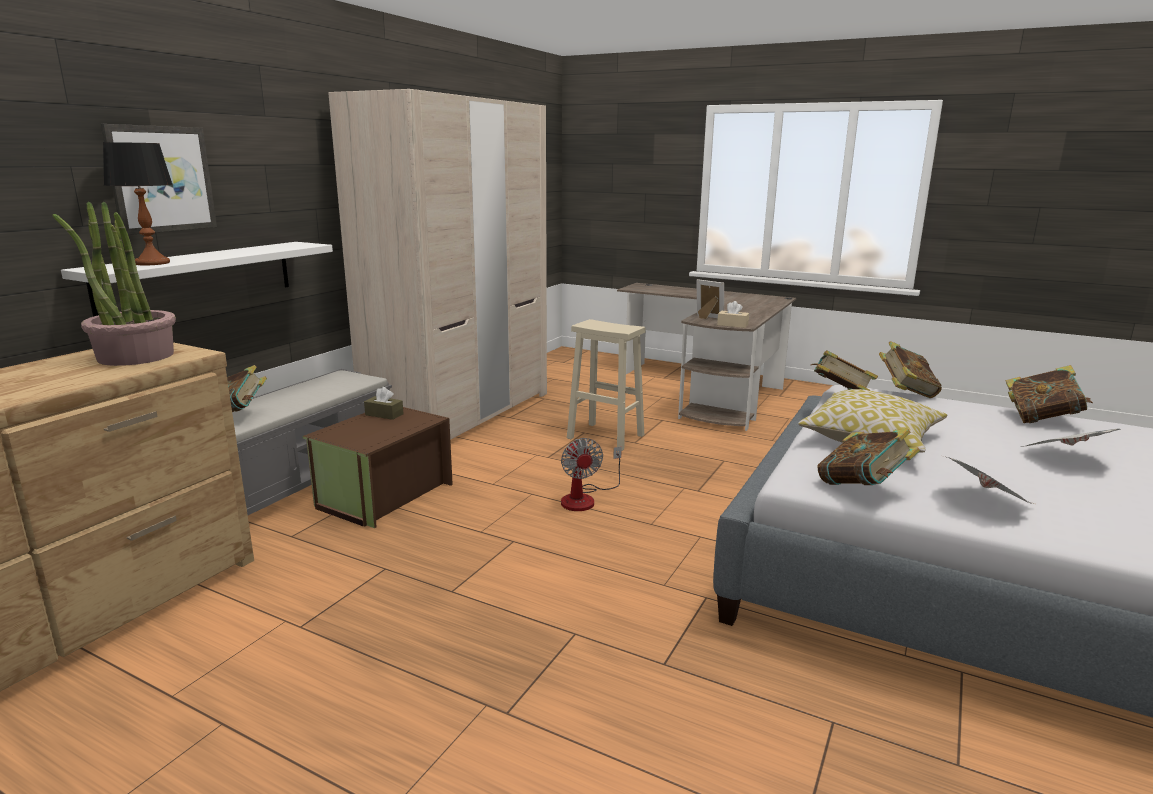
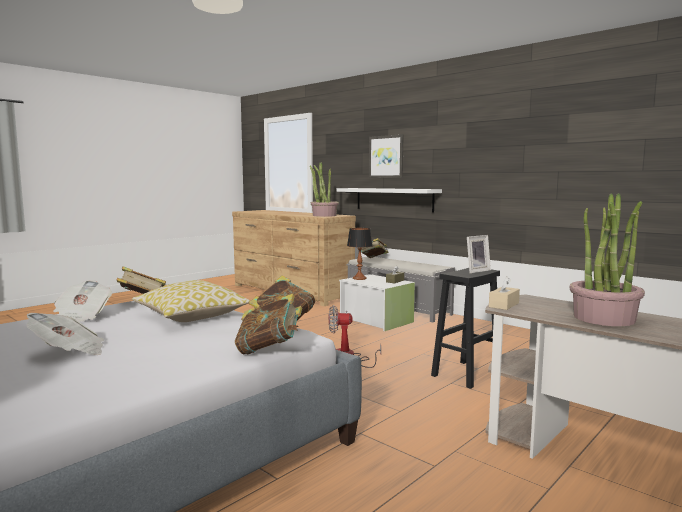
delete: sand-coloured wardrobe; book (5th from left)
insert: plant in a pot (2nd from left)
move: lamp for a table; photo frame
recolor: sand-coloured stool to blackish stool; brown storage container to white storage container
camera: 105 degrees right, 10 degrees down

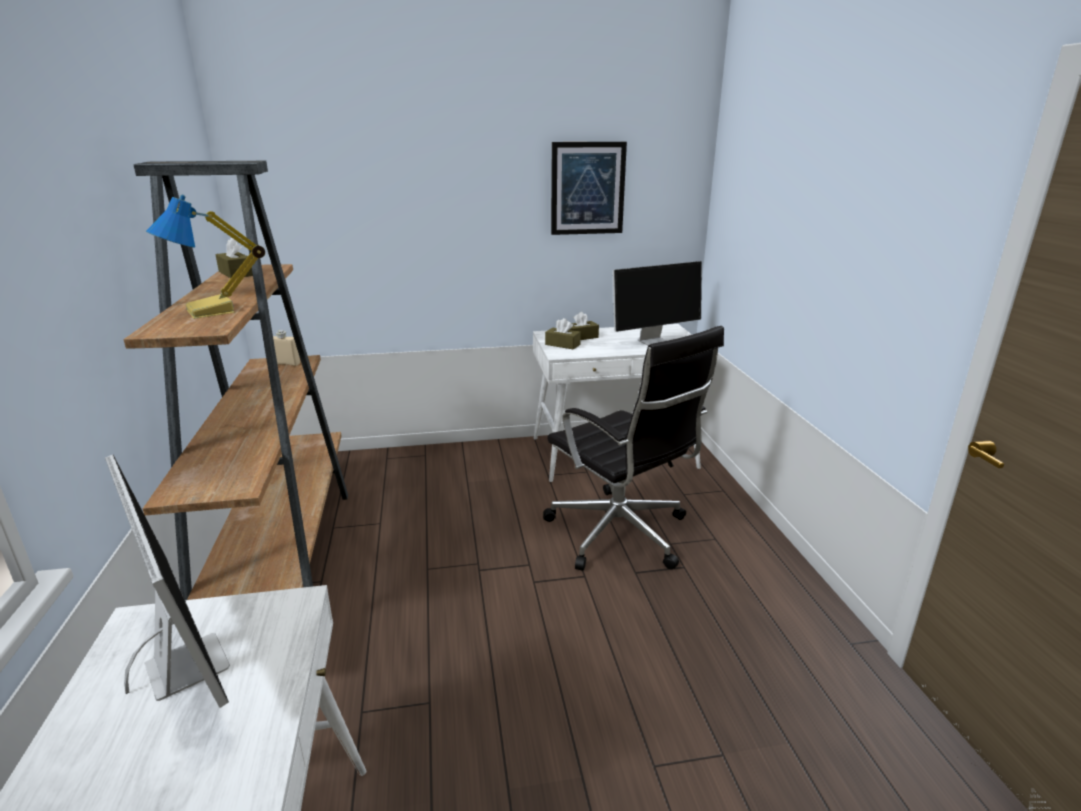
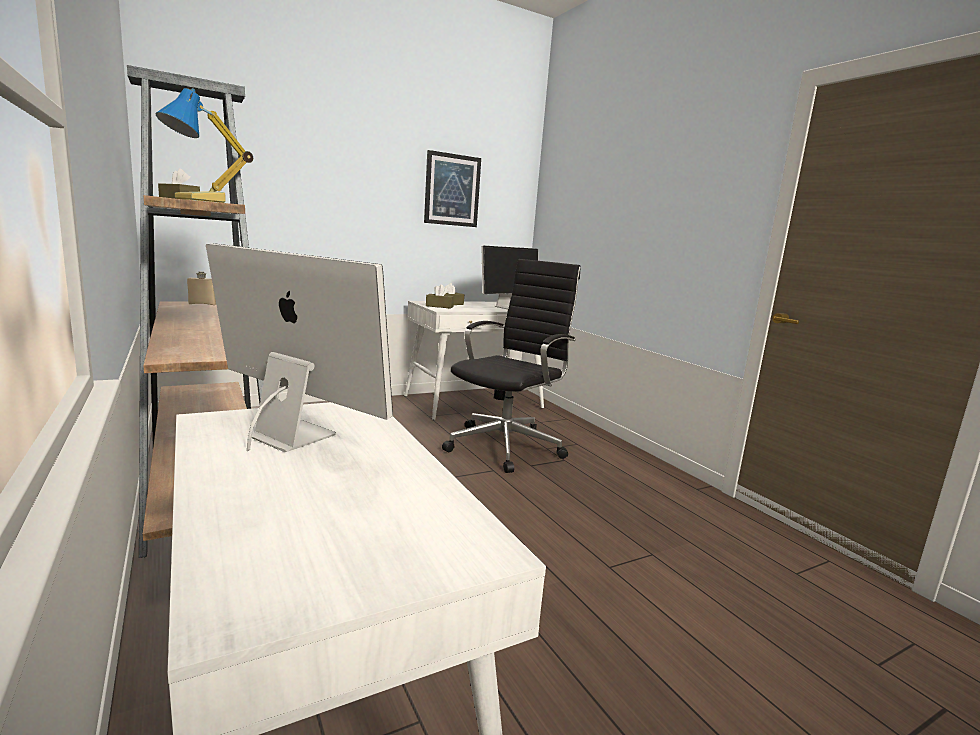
rotate: blackish office chair 90 degrees counterclockwise
camera: 20 degrees left, 10 degrees down

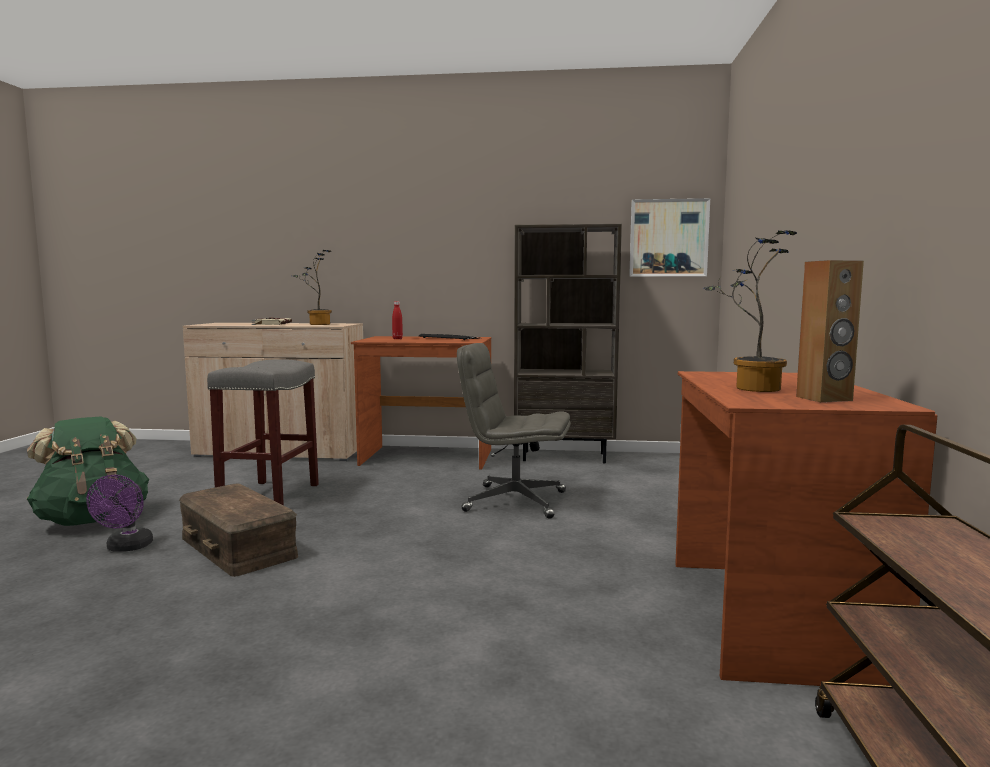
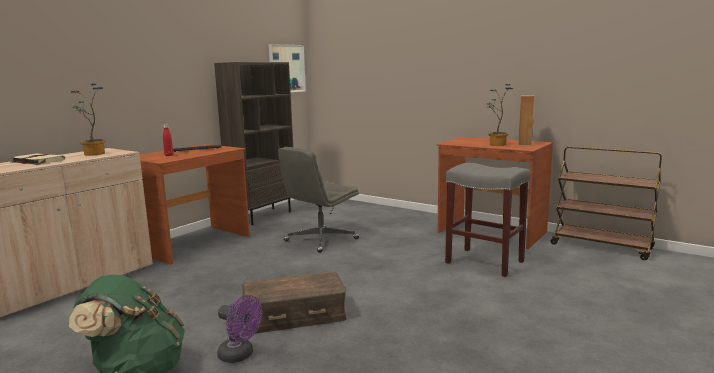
move: grey stool
camera: 60 degrees left, 5 degrees up

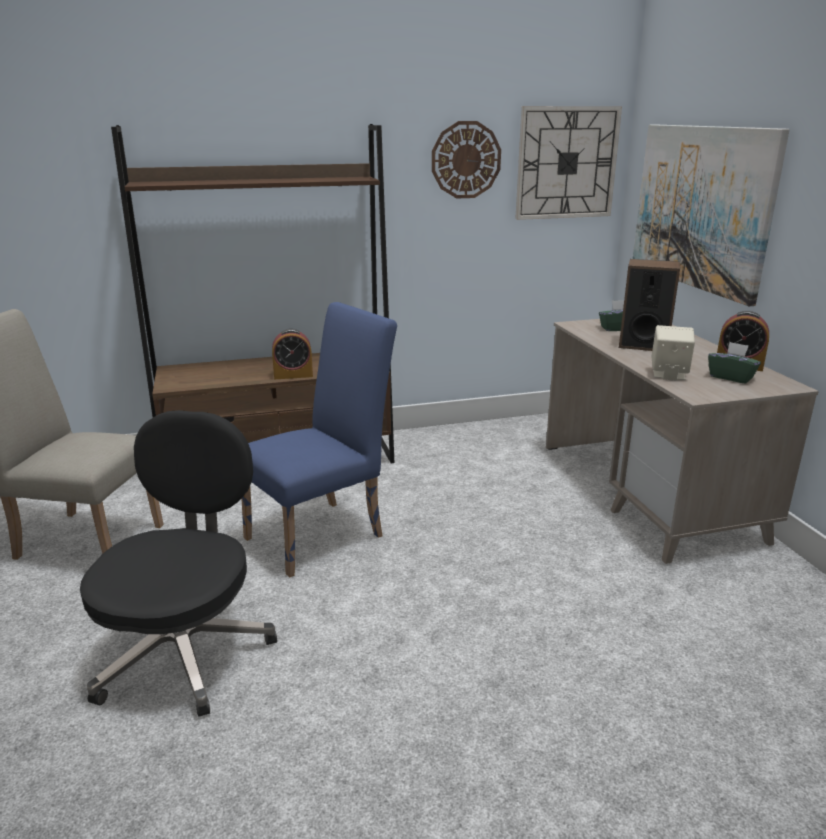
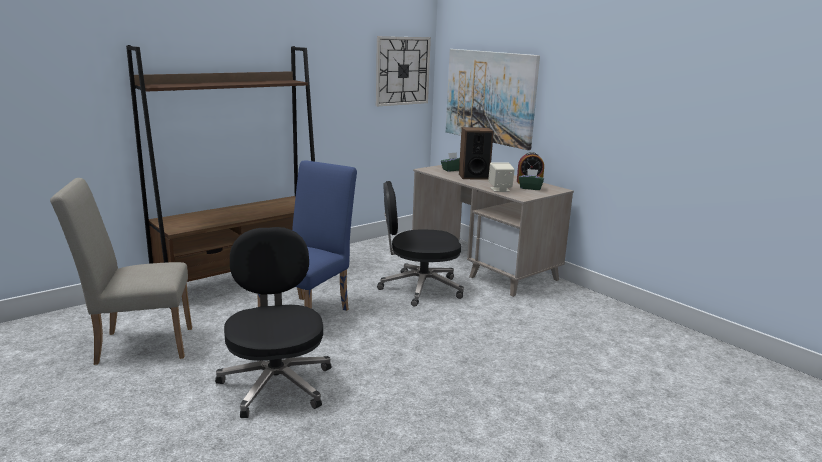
delete: wall clock (1st from left); alarm clock (1st from left)
insert: blackish office chair (2nd from left)
camera: 25 degrees left, 5 degrees down

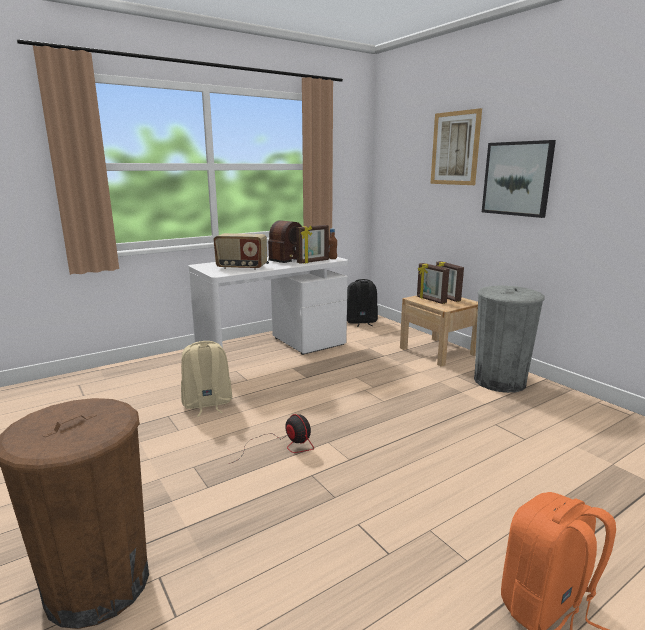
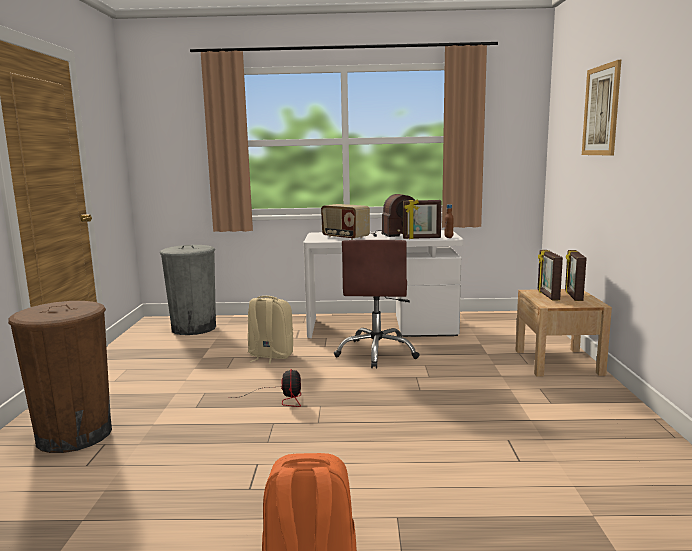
delete: wall art (2nd from left); blackish rucksack
insert: brown office chair
move: grey rubbish bin
camera: 35 degrees right, 5 degrees down

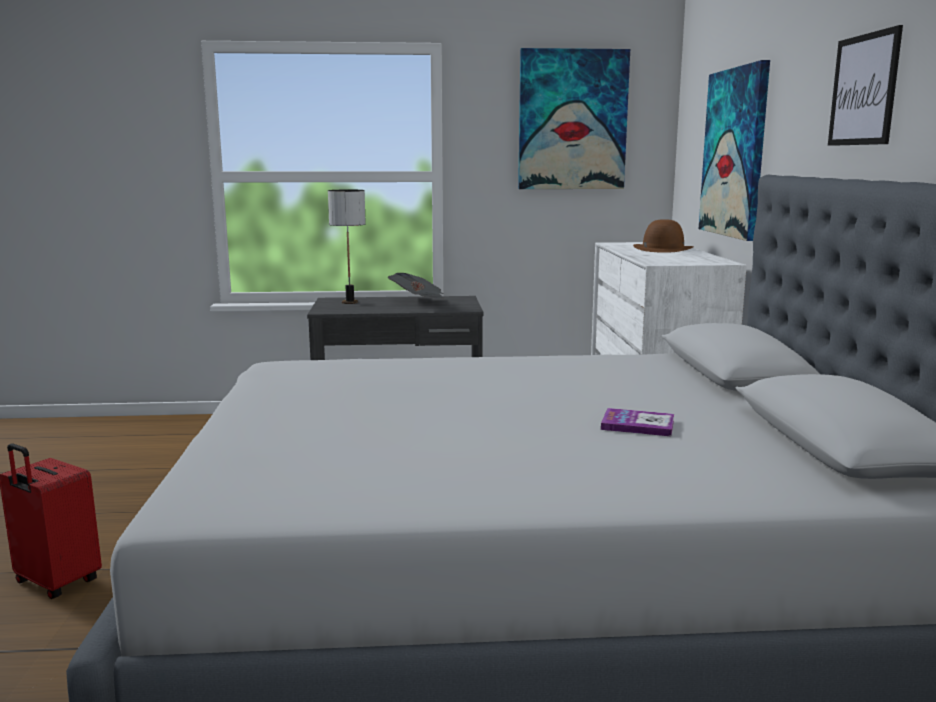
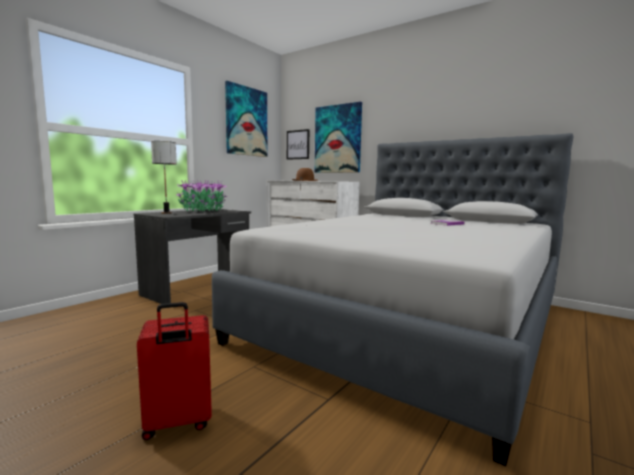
move: wall art (3rd from left in the first image) to wall art (2nd from left)
replace: printed paper to plant in a pot
camera: 50 degrees left, 5 degrees down

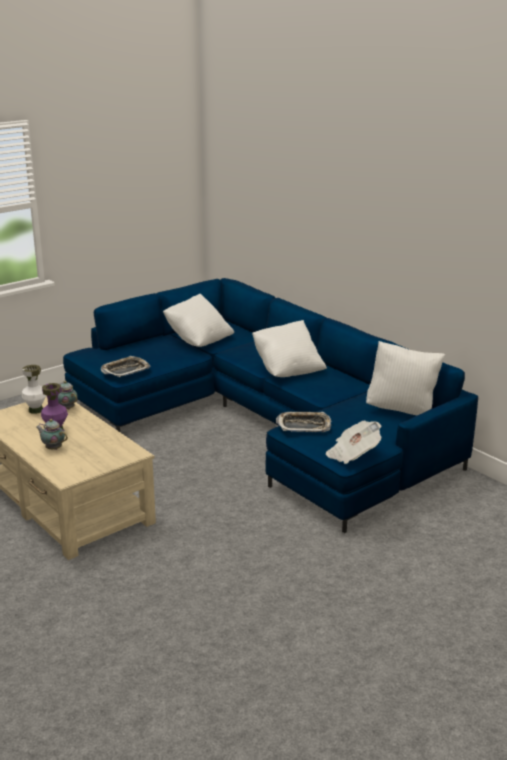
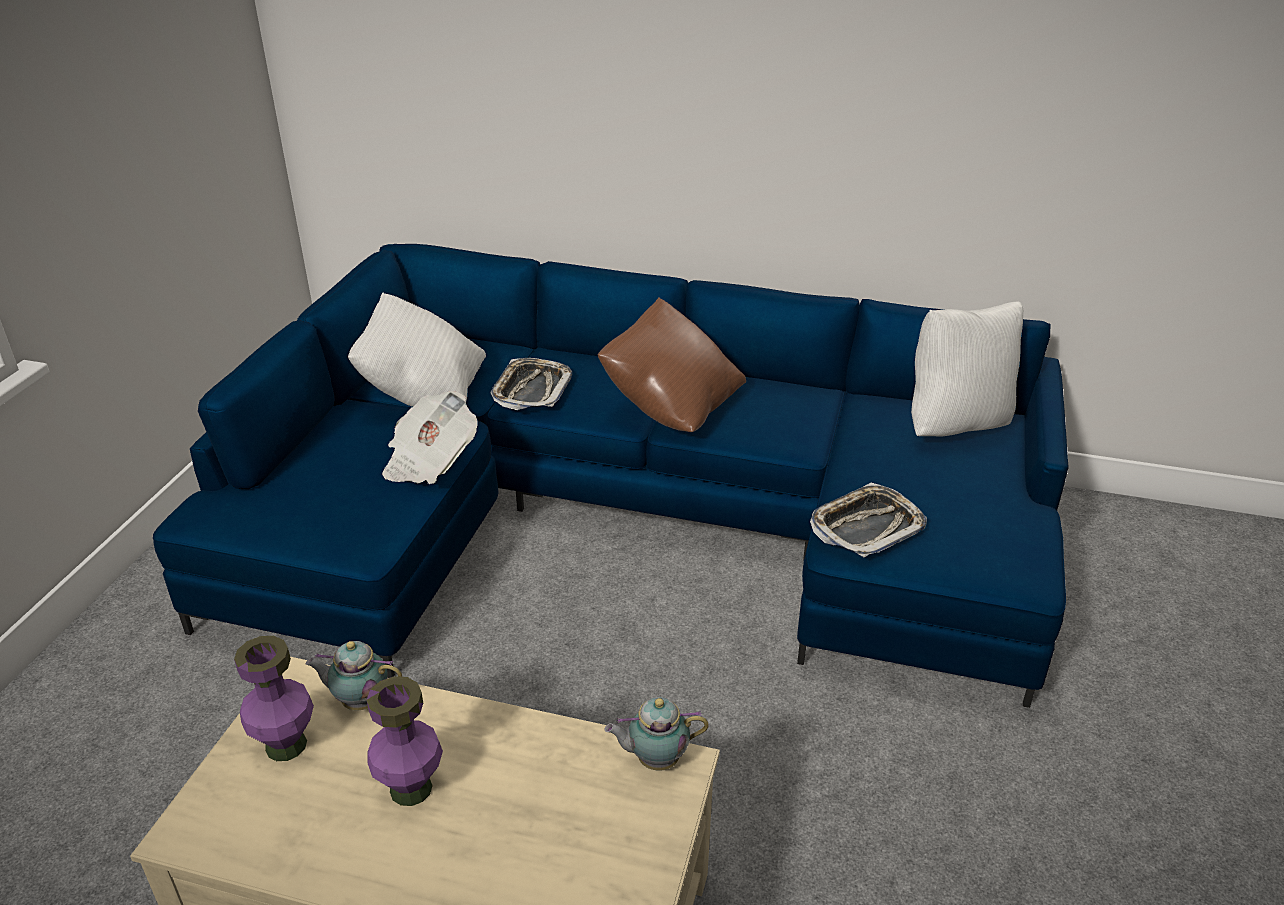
move: carrying tray (1st from left); teapot (1st from left in the first image) to teapot (2nd from left); printed paper
recolor: white pillow (2nd from left) to brown pillow; white vase to purple-coloured vase (1st from left)
camera: 35 degrees left, 10 degrees up

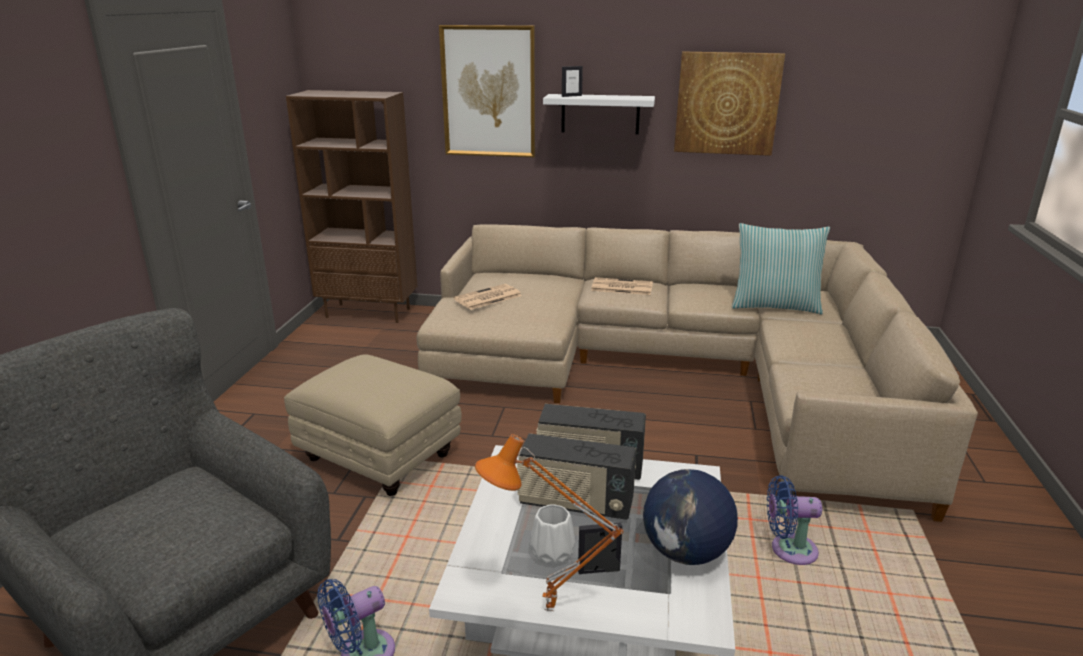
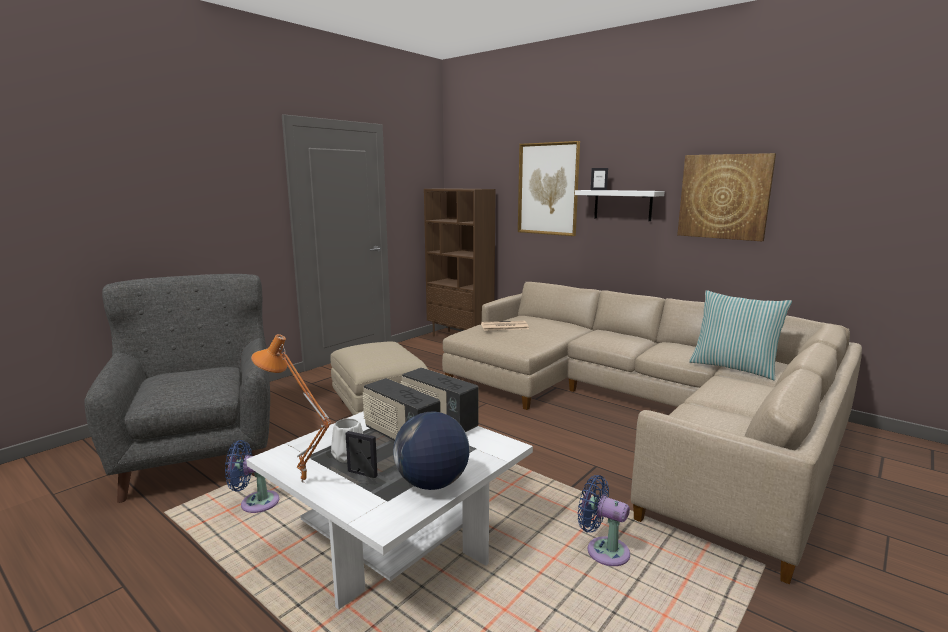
delete: printed paper (2nd from left)
camera: 30 degrees right, 10 degrees down

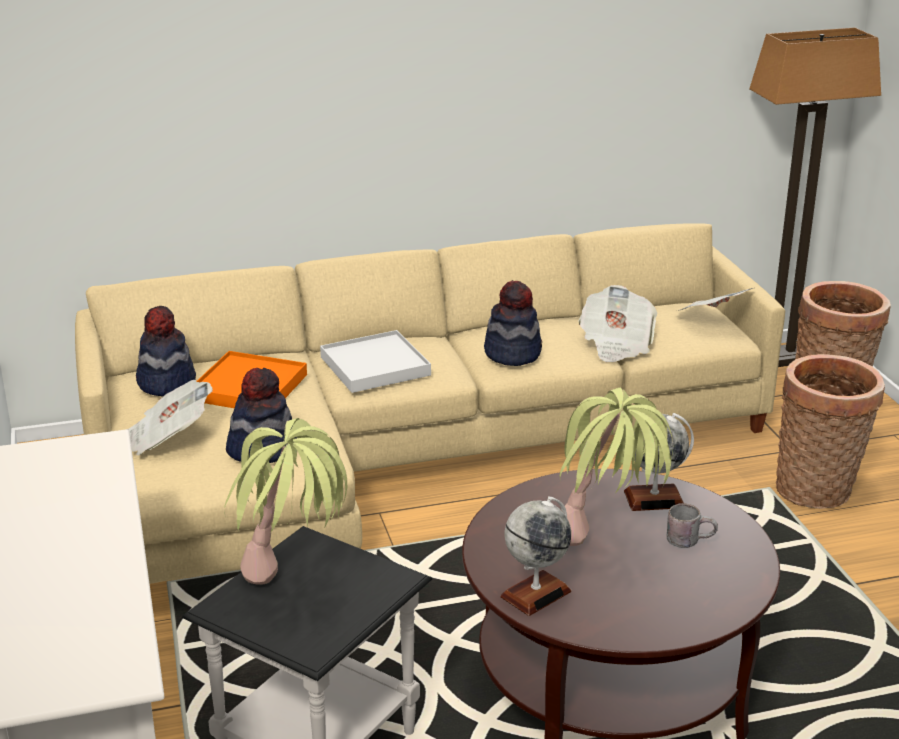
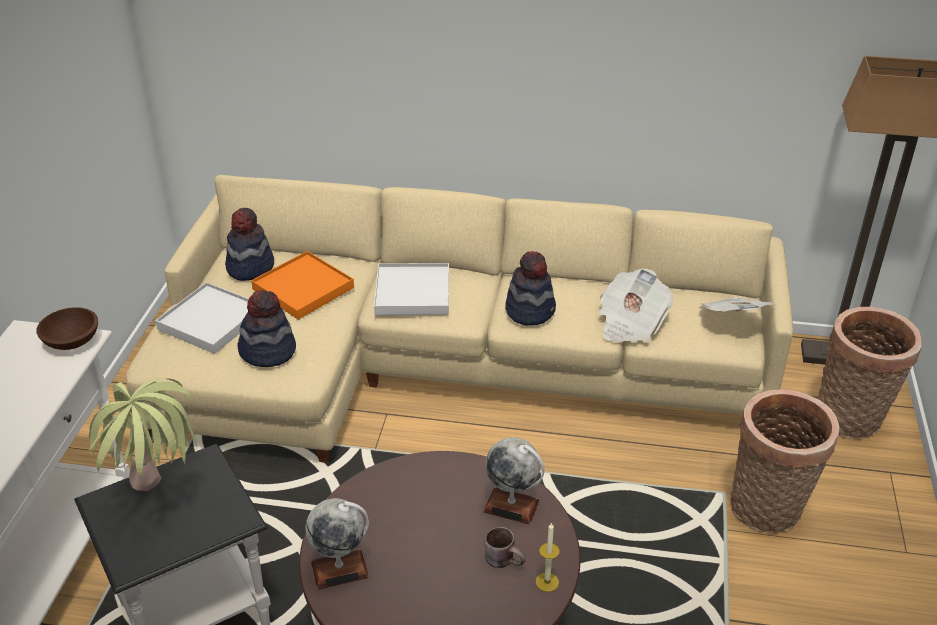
delete: plant in a pot (2nd from left)
insert: brown serving bowl; wax light
replace: printed paper (1st from left) to white carrying tray (1st from left)
recolor: grey coffee mug to brown coffee mug
camera: 25 degrees right, 10 degrees up

